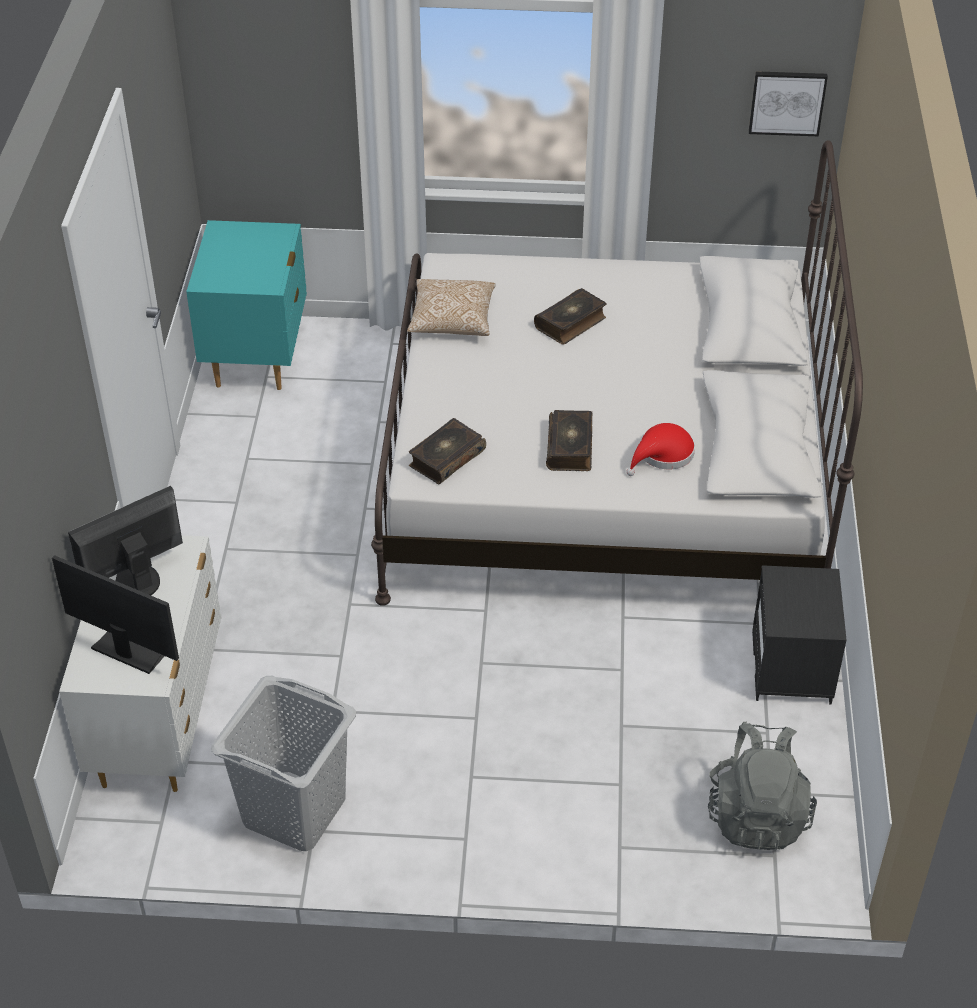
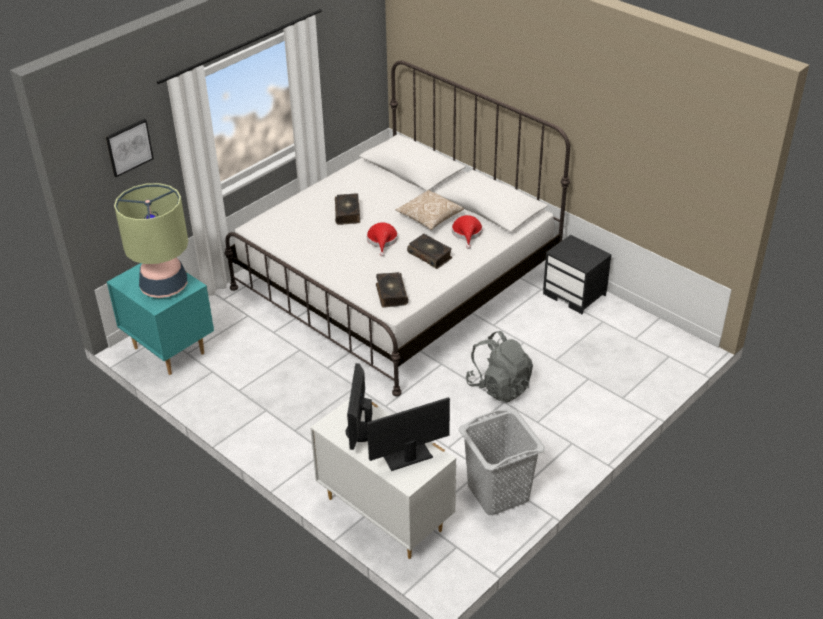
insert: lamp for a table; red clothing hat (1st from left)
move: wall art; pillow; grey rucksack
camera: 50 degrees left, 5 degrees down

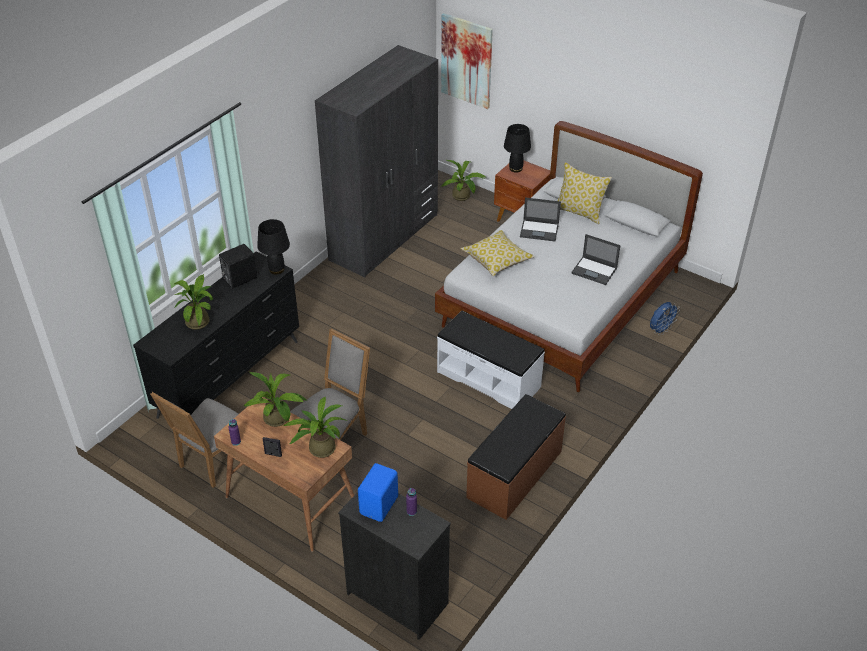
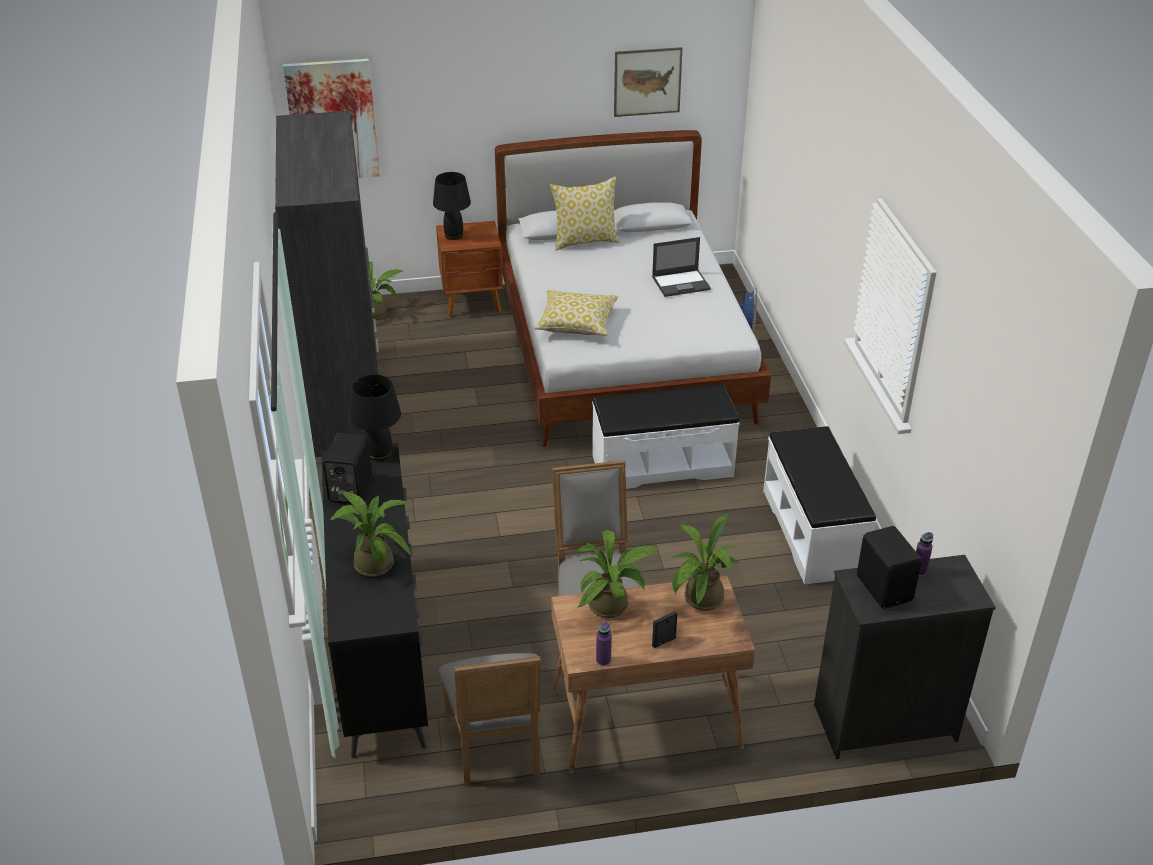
delete: laptop (1st from left)
insert: wall art (2nd from left)
recolor: brown bench to white bench (2nd from left); blue-coloured speaker to blackish speaker (2nd from left)
camera: 45 degrees left, 5 degrees down

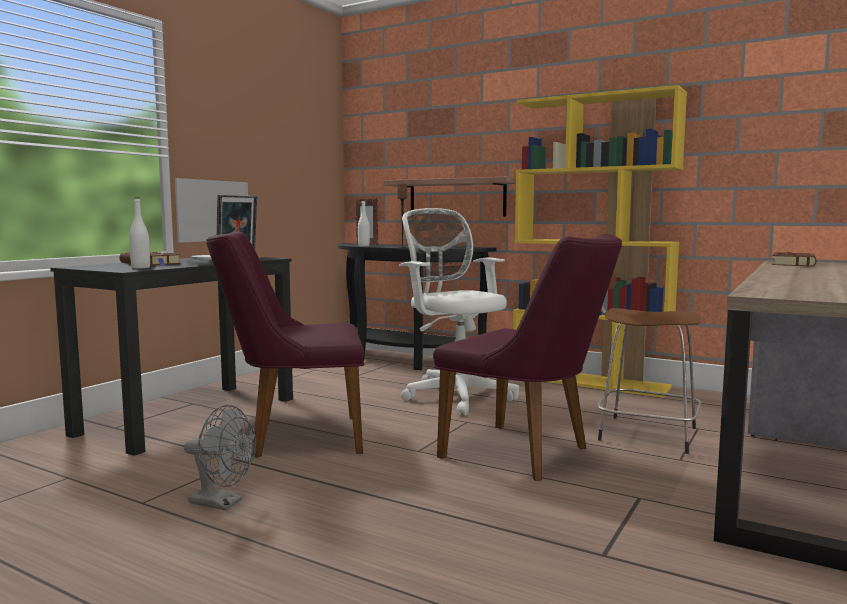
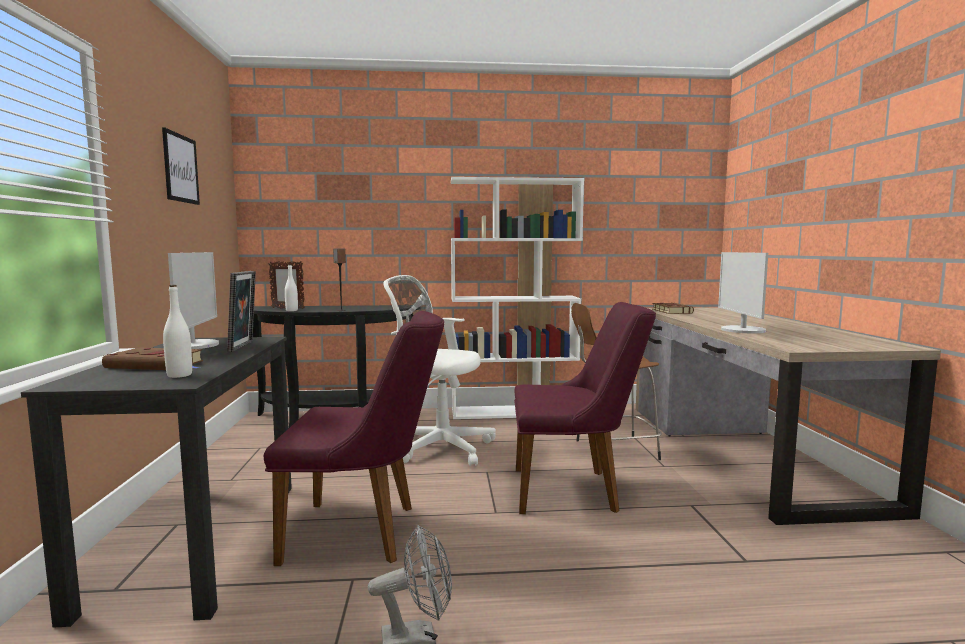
delete: bracket shelf
insert: wall art; computer screen (2nd from left)
recolor: yellow-coloured shelving unit to white shelving unit
rotate: purple-coloured plain chair (1st from left) 135 degrees counterclockwise
camera: 35 degrees left, 0 degrees up

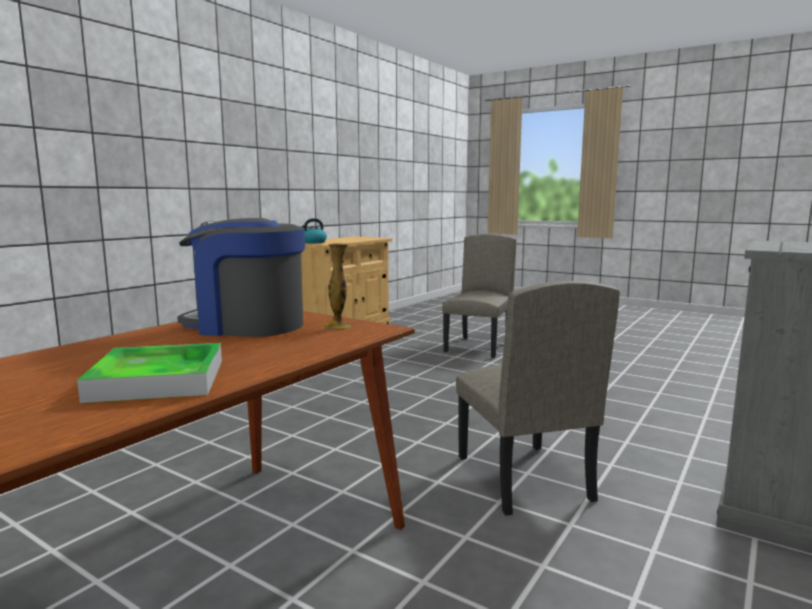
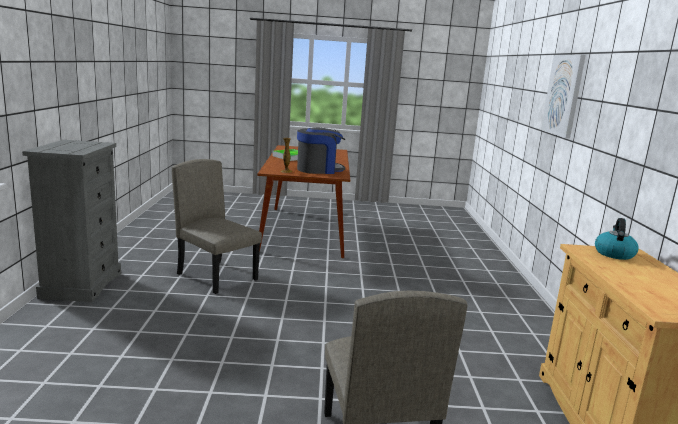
insert: wall art
camera: 145 degrees right, 5 degrees up

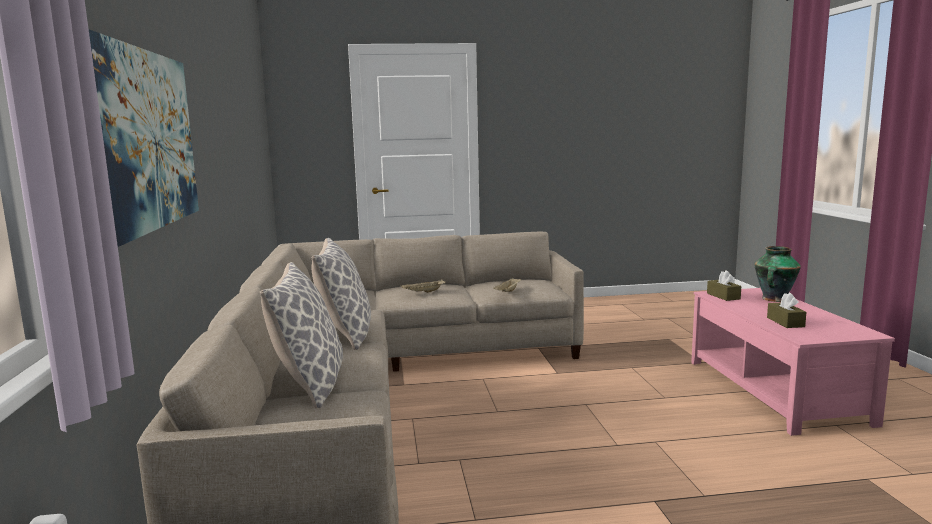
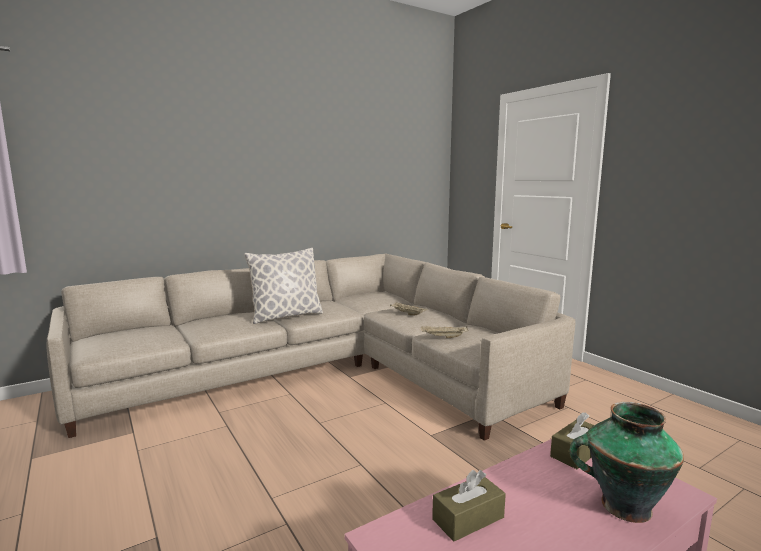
delete: wall art; pillow (1st from left)
camera: 65 degrees right, 0 degrees up

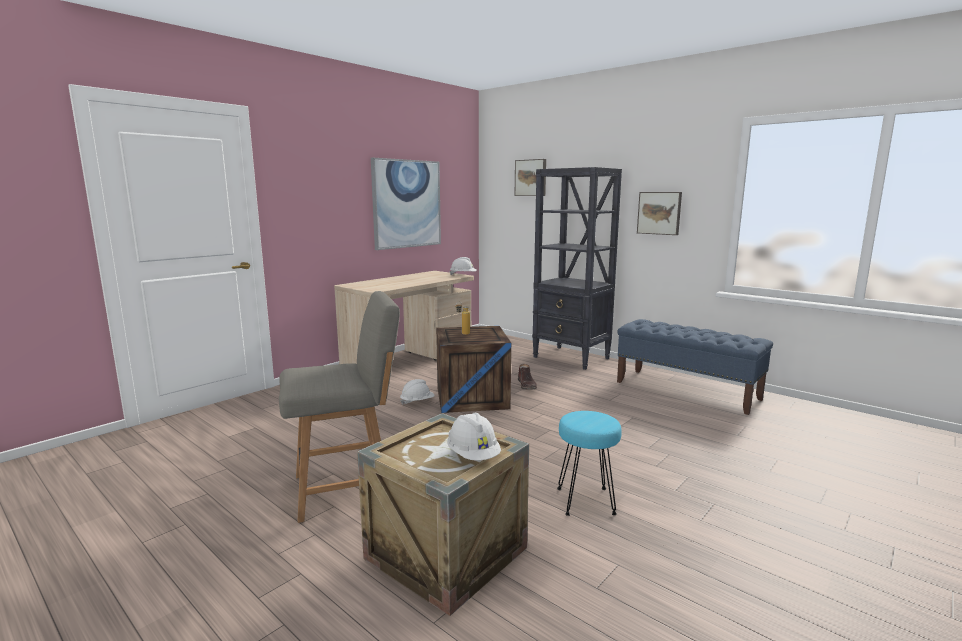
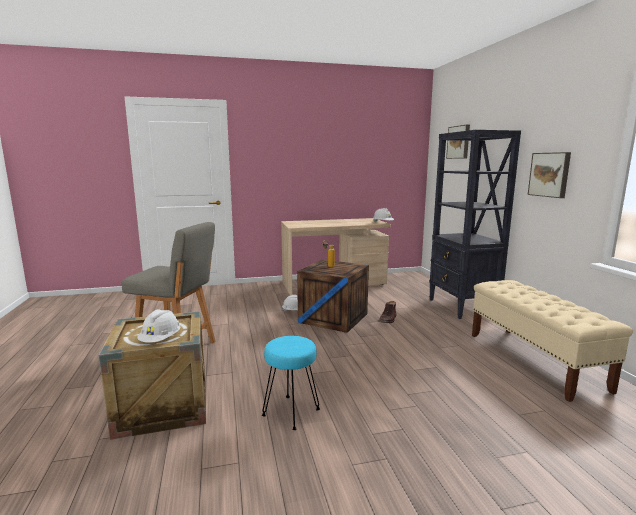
delete: wall art (1st from left)
recolor: blue-coloured bench to sand-coloured bench
camera: 35 degrees right, 0 degrees up

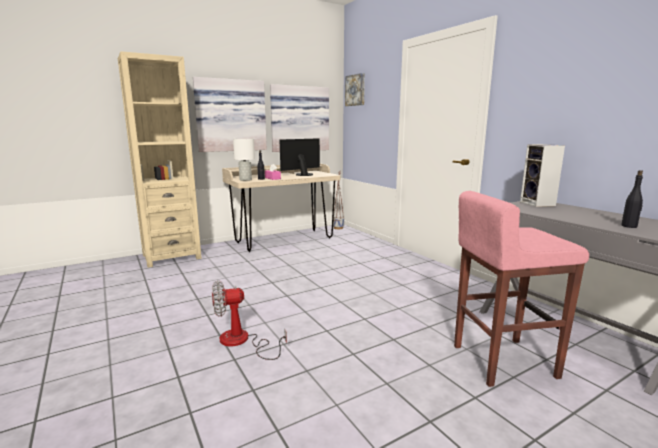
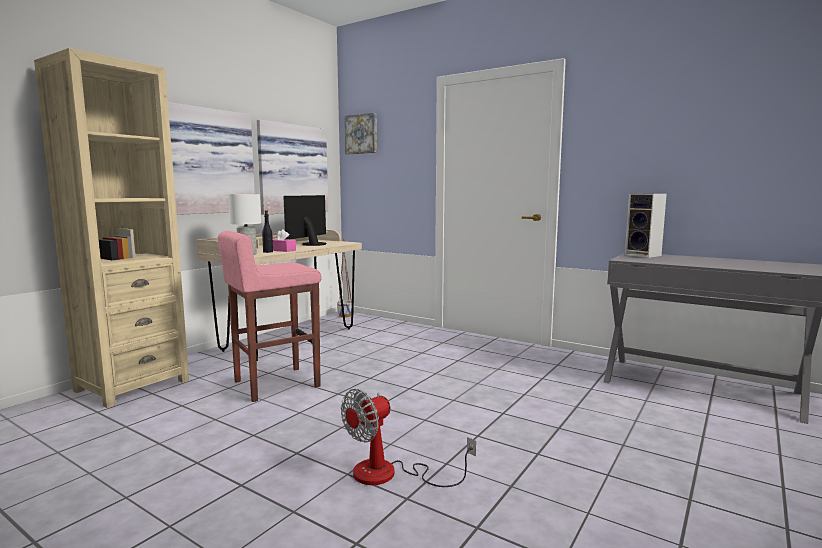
delete: blackish drink bottle (2nd from left)
move: pink stool
camera: 25 degrees left, 5 degrees down

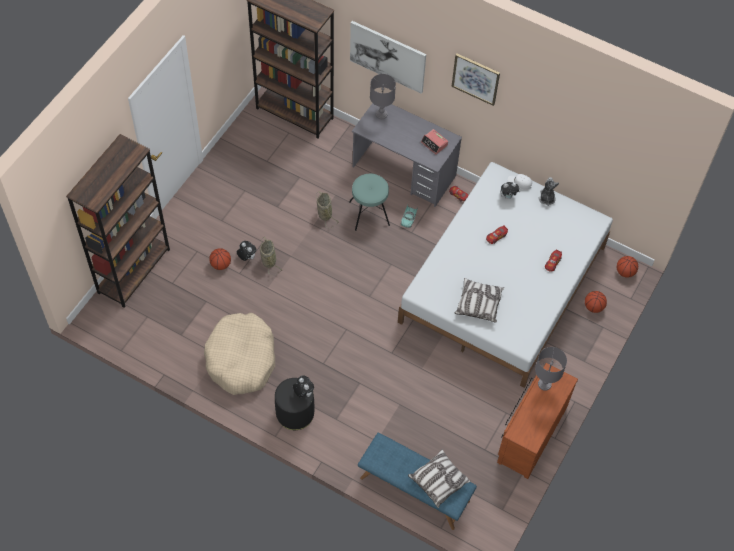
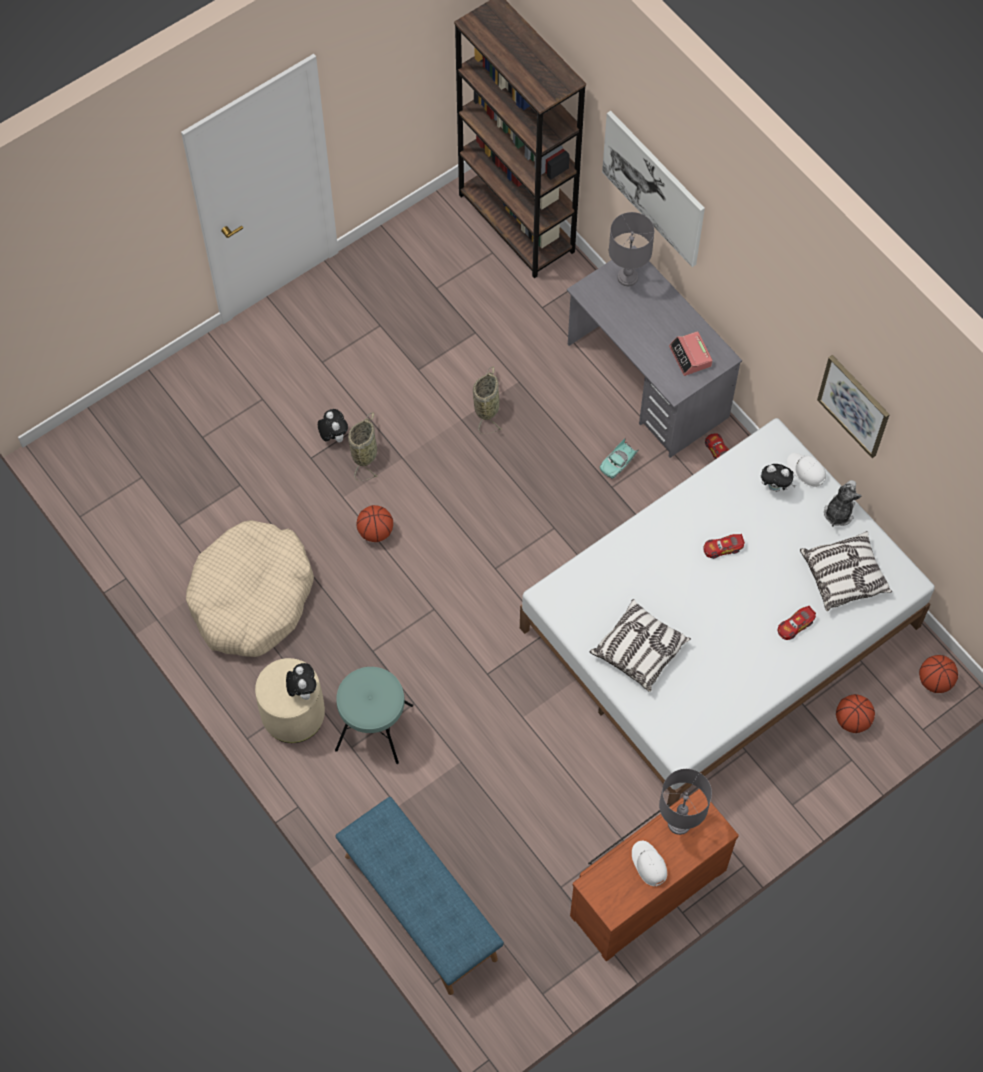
delete: brown shelving unit (1st from left)
insert: white baseball cap (1st from left)
move: wall art (2nd from left); turquoise stool; basketball (1st from left); pillow (1st from left in the first image) to pillow (2nd from left)
recolor: blackish footrest to sand-coloured footrest
camera: 25 degrees right, 5 degrees up

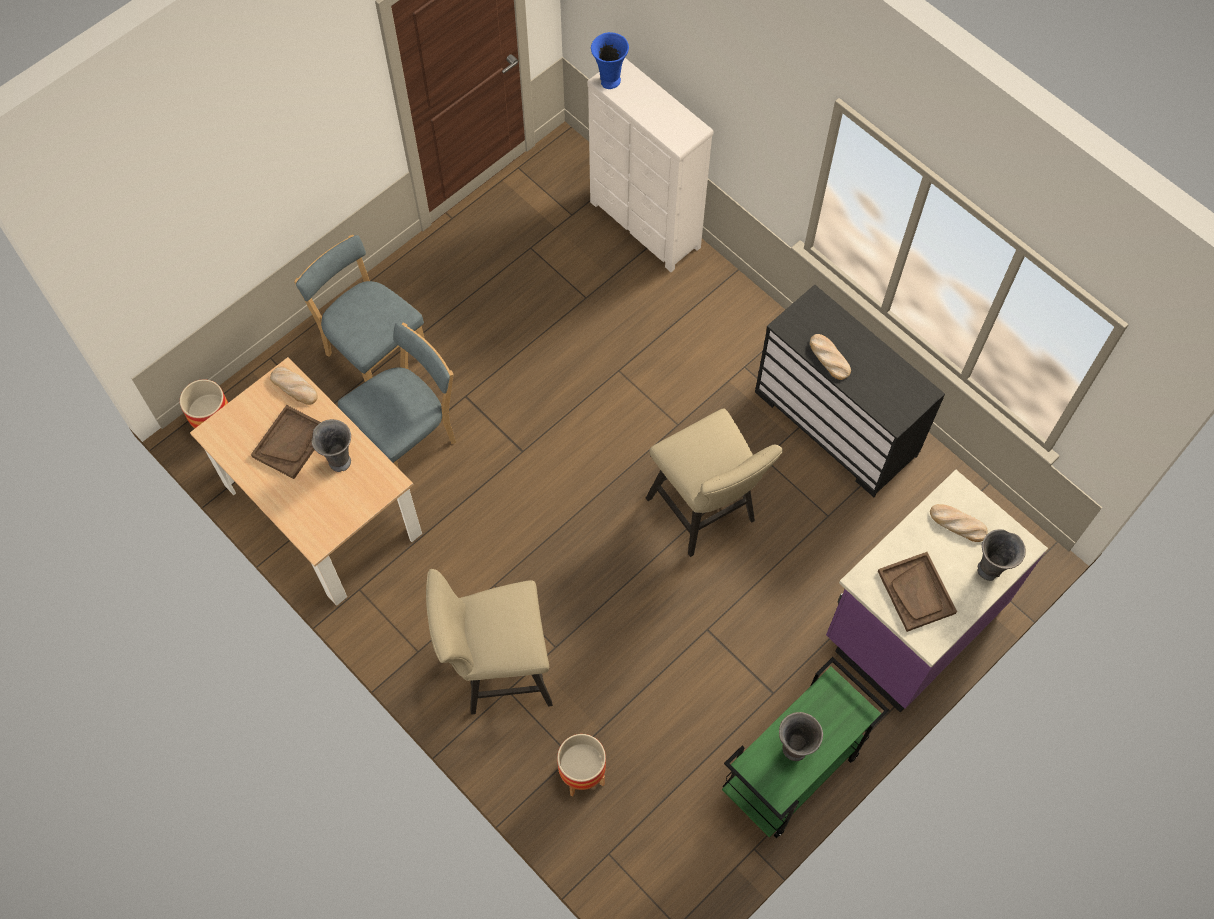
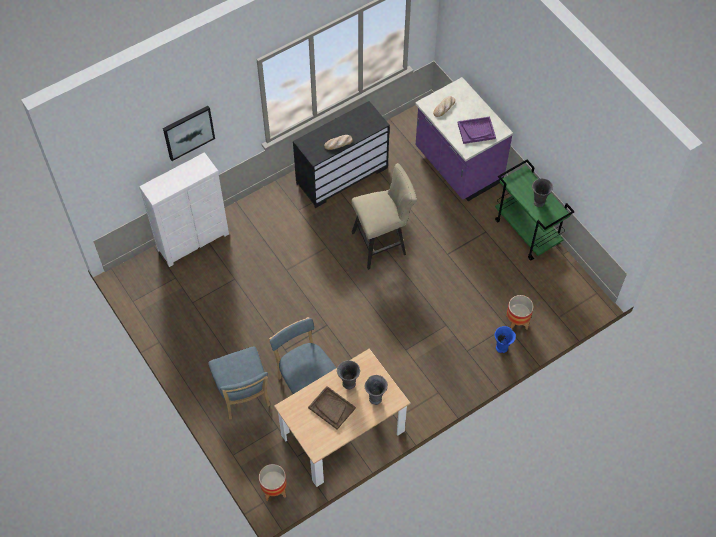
delete: bread (1st from left); sand-coloured stool (1st from left)
insert: wall art
move: blue-coloured vase; grey vase (3rd from left in the first image) to grey vase (2nd from left)
recolor: brown carrying tray (2nd from left) to purple-coloured carrying tray
rotate: blue-coloured plain chair (1st from left) 75 degrees counterclockwise
camera: 80 degrees left, 5 degrees down

